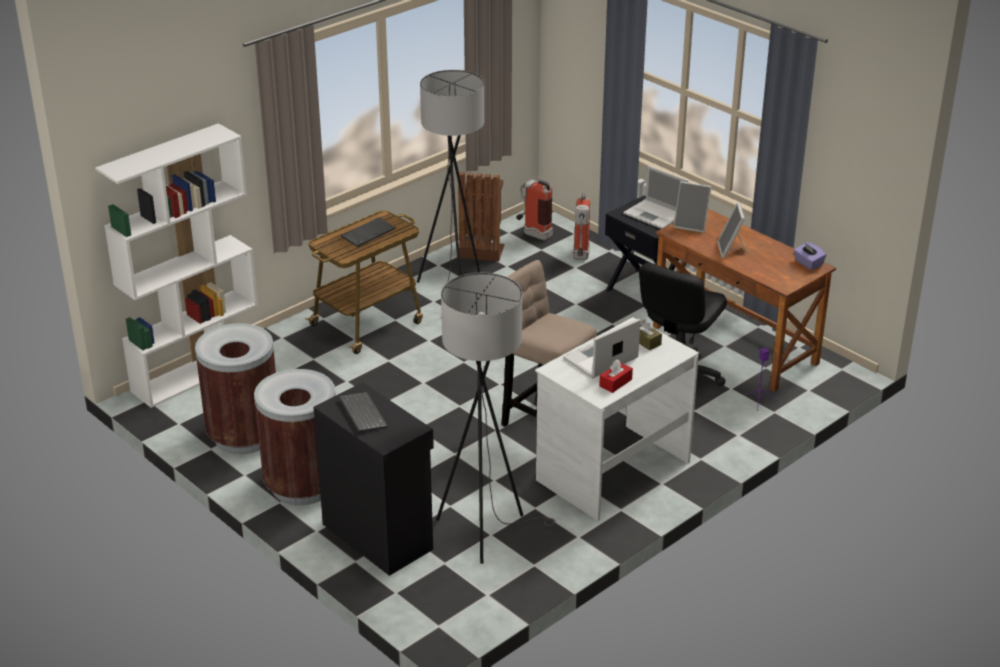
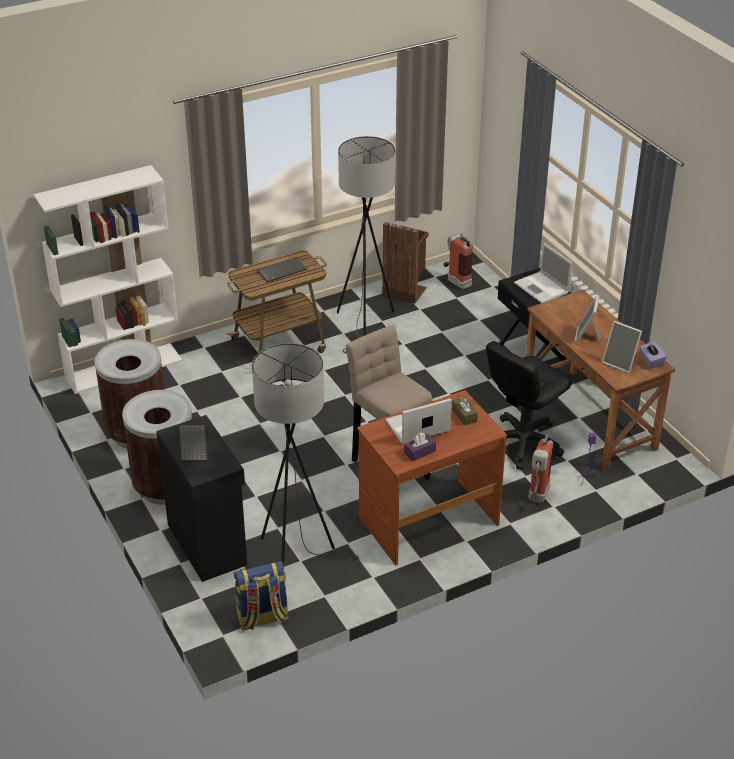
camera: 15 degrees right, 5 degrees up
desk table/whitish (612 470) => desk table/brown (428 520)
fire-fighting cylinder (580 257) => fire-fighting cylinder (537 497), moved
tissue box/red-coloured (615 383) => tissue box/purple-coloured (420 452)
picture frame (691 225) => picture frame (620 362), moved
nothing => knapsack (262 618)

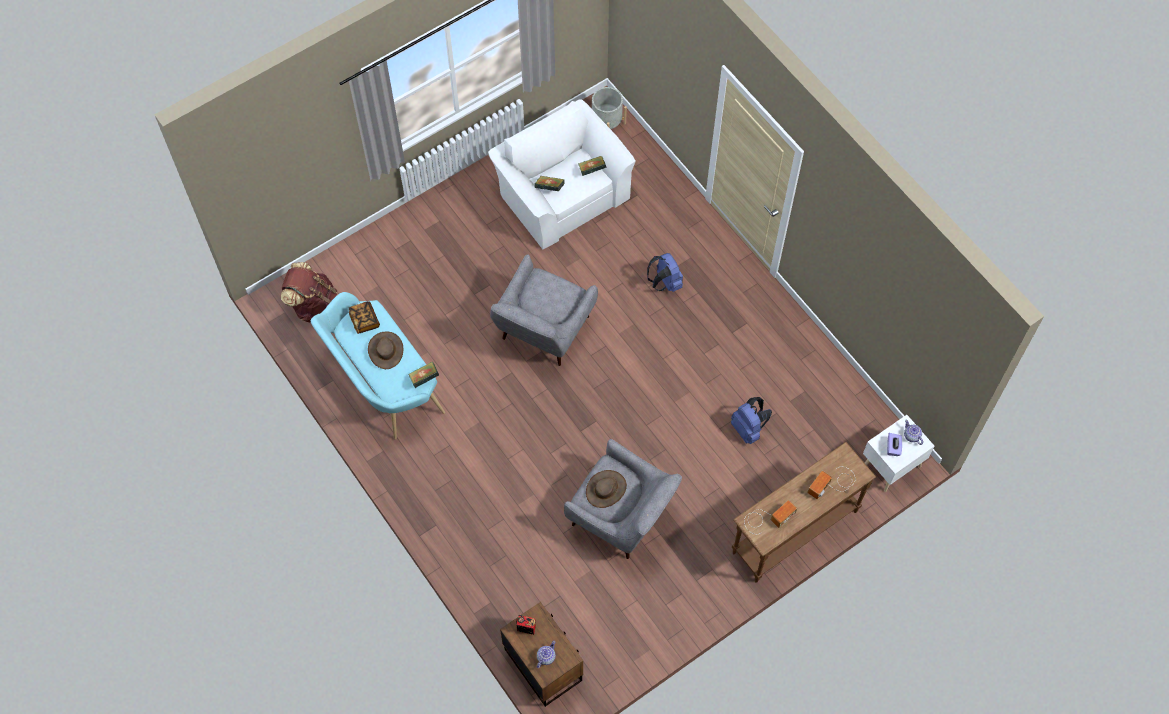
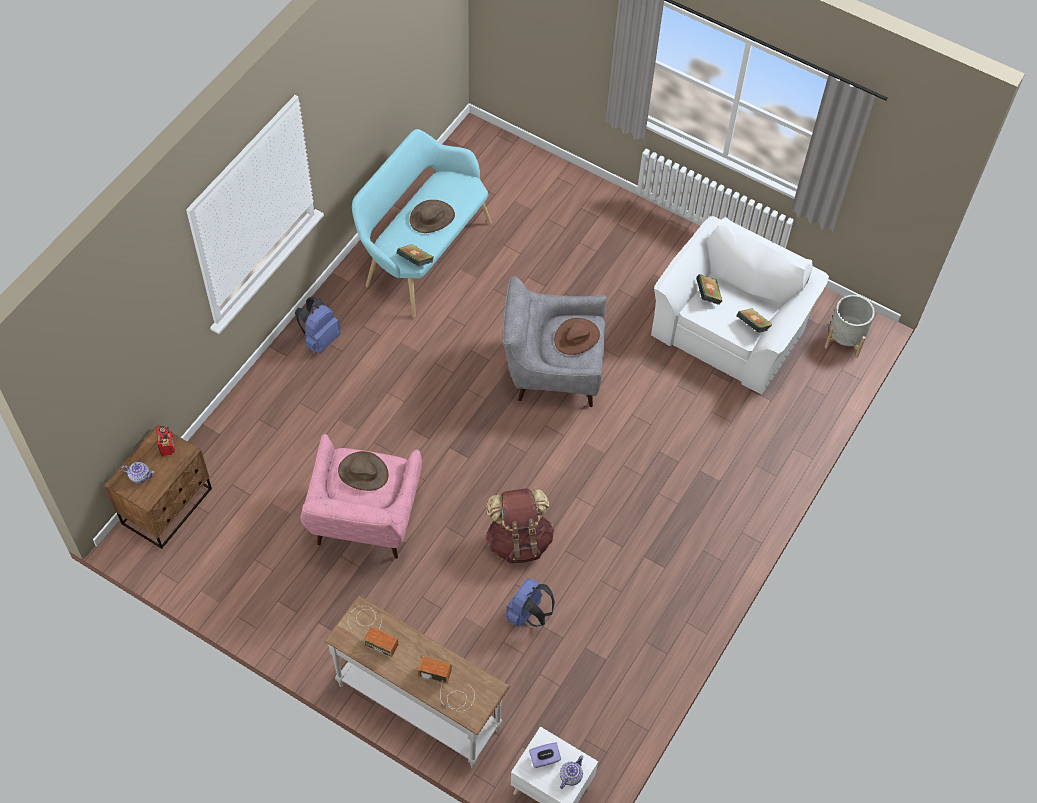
camera: 65 degrees right, 5 degrees down
knapsack/brown (313 304) => knapsack/brown (519 540), moved
bound book (364 321) => nothing
easy chair/grey (622 518) => easy chair/pinkish (363 523)
knapsack/blue-coloured (665 283) => knapsack/blue-coloured (320 339), moved
narrow table/brown (794 531) => narrow table/whitish (419 705)
nothing => clothing hat/brown (577 337)

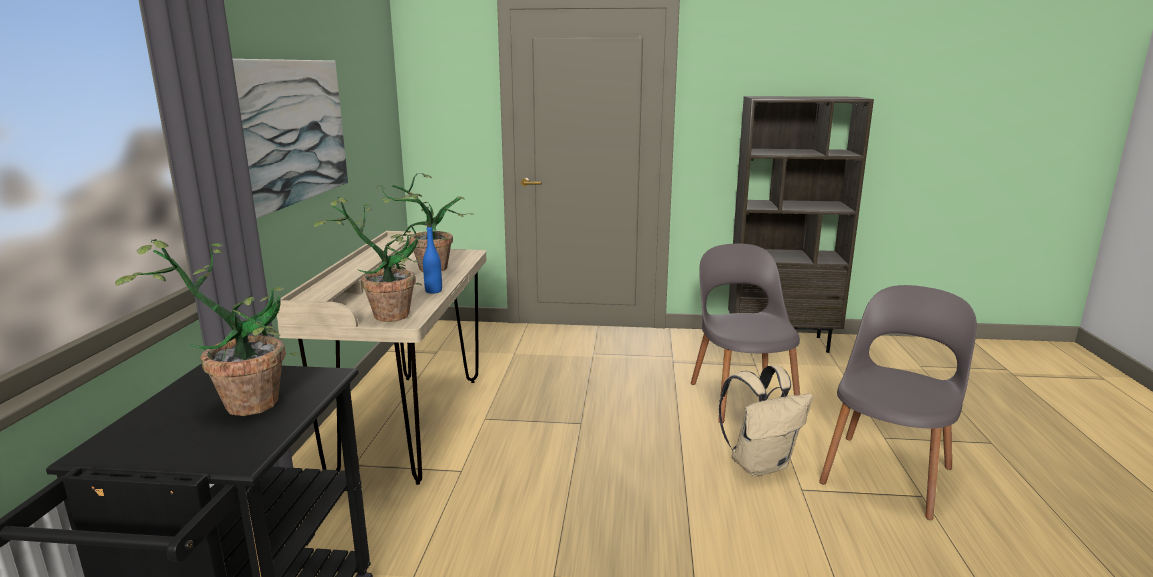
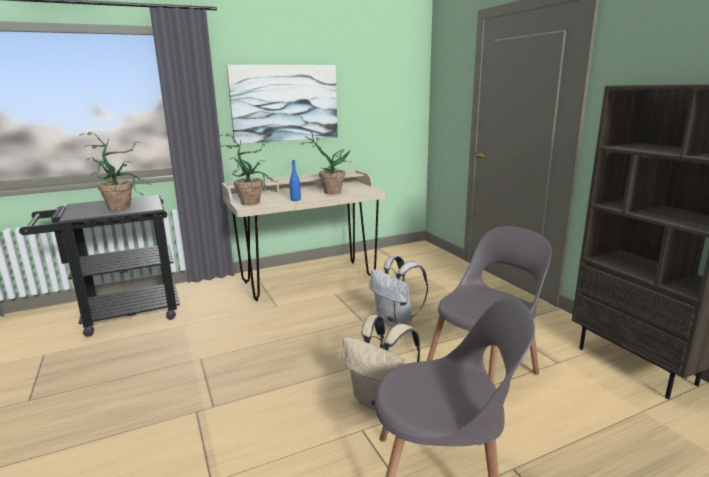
camera: 60 degrees right, 0 degrees up
nothing => knapsack/whitish (396 321)

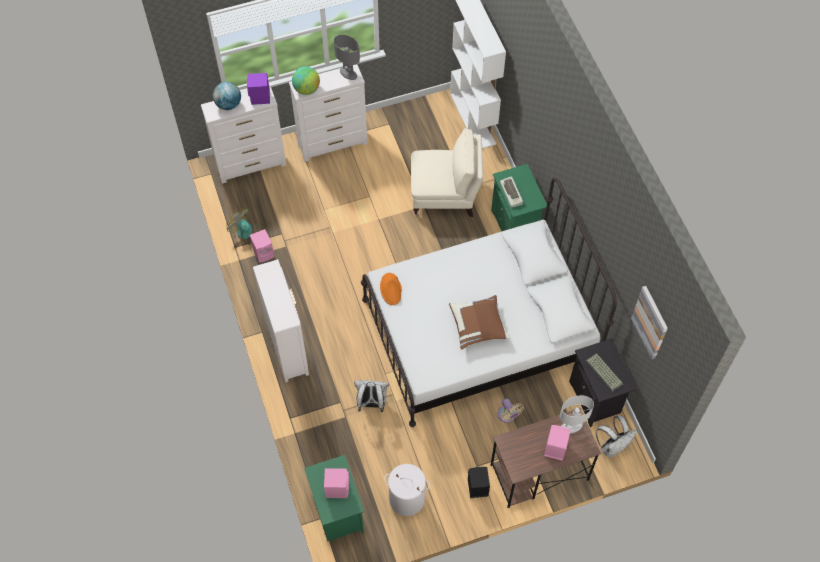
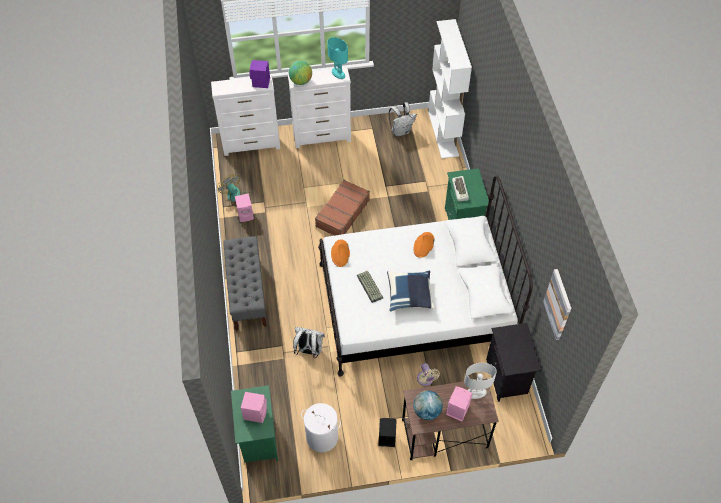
camera: 10 degrees right, 5 degrees down
globe (228 104) => globe (427 411), moved
chest of drawers/whitish (286 346) => indoor bench/grey (247 292)
lamp for a table/grey (348 73) => lamp for a table/blue-green (338 74)
easy chair/beige-coloured (445 196) => nothing
throw pillow/brown (478 326) => throw pillow/blue-coloured (410 295)
keyboard (605 372) => keyboard (370 286), moved
knapsack/whitish (612 446) => knapsack/whitish (401 131), moved
nothing => travel case/brown (342 213)
nothing => clothing hat/orangey (423 245)

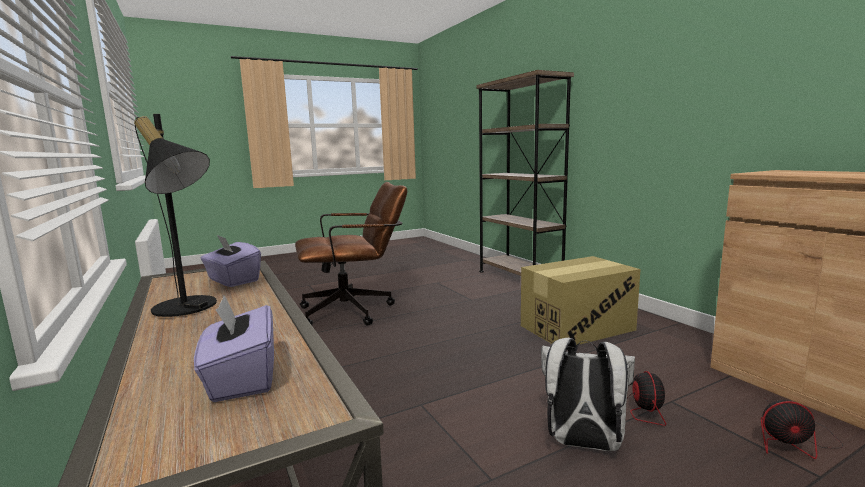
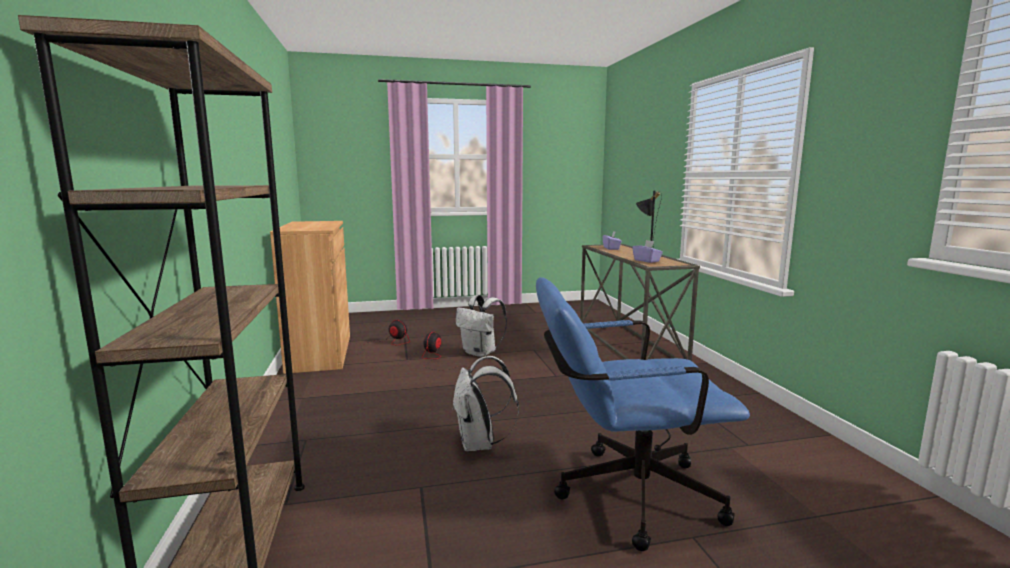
camera: 165 degrees left, 0 degrees up
desk chair/brown (355 311) => desk chair/blue-coloured (623 494)
carton (577 328) => nothing
nothing => knapsack/whitish (480 444)

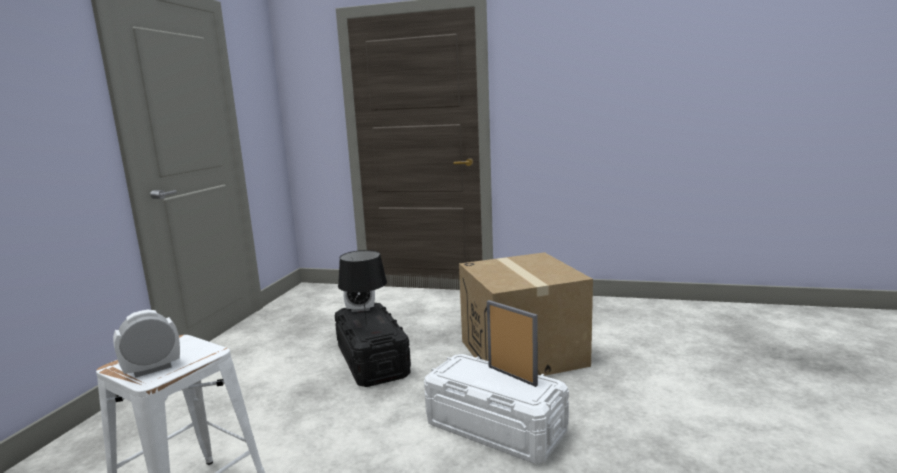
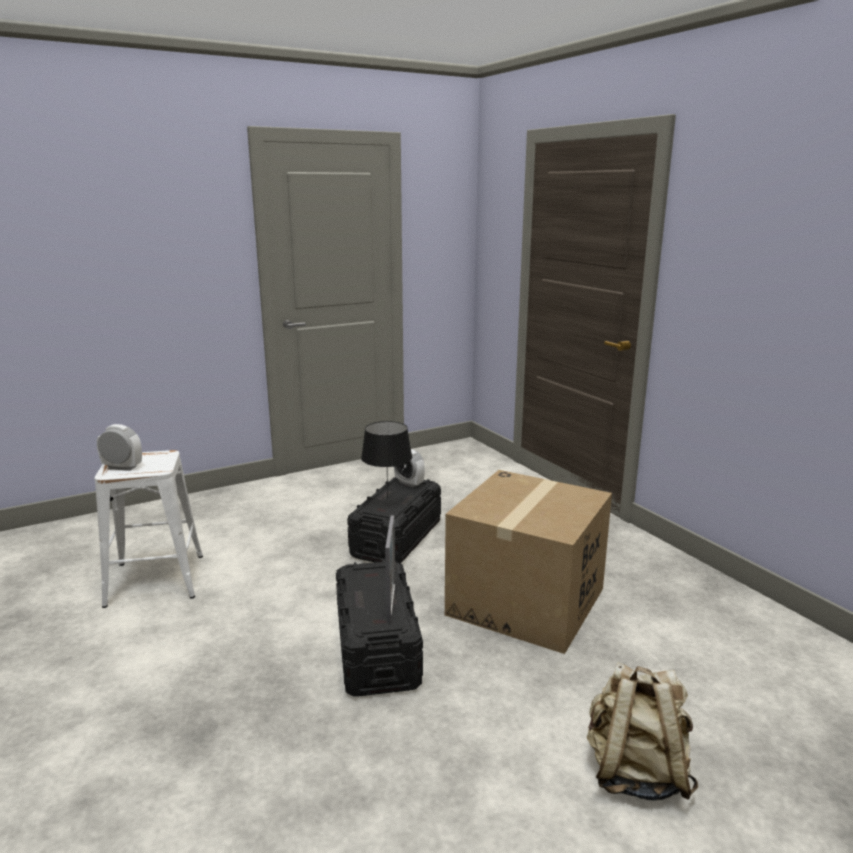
camera: 45 degrees right, 5 degrees up
storage container/whitish (495 428) => storage container/black (377 648)
nothing => knapsack/beige-coloured (635 772)

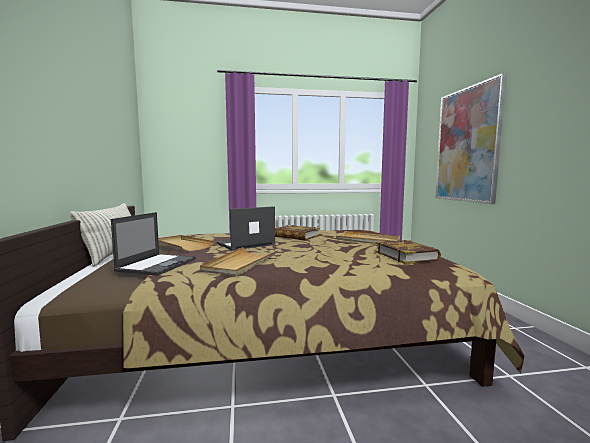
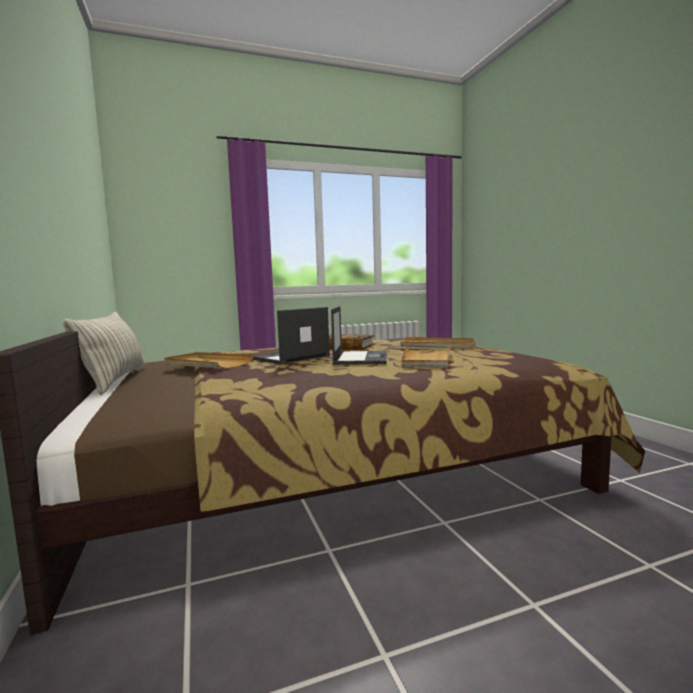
camera: 10 degrees left, 0 degrees up
portable computer (158 264) => portable computer (361 358), moved
serving tray/beige-coloured (240 264) => serving tray/beige-coloured (426 360), moved
bound book (406 256) => nothing
wall picture (466 145) => nothing

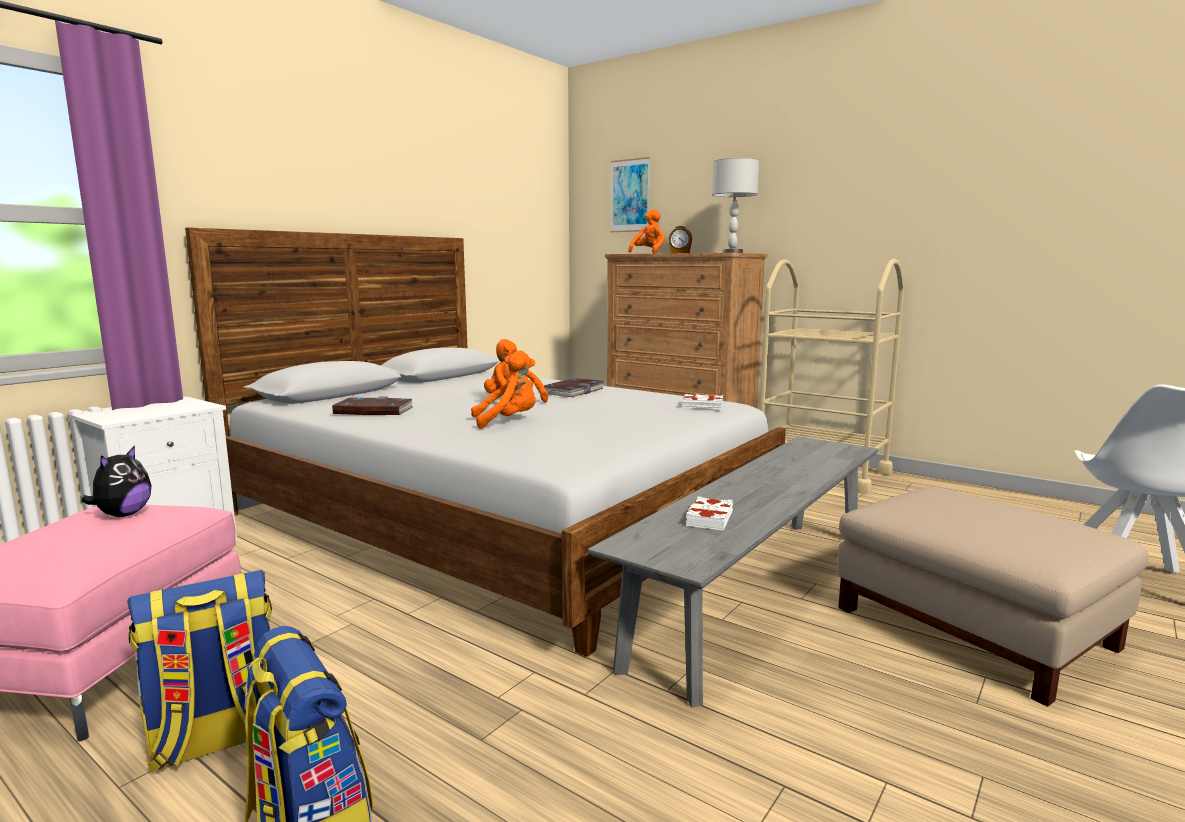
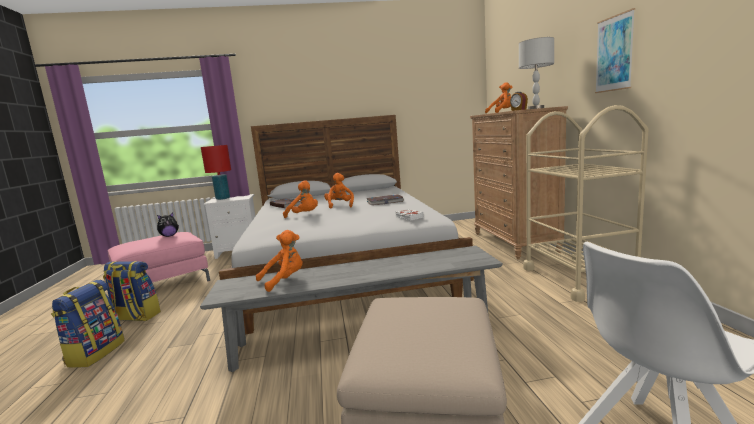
camera: 45 degrees right, 0 degrees up
wall picture (630 195) => wall picture (614 53), moved
bound book/whitish (708 519) => cuddly toy/orangey (284 280)
nothing => lamp for a table/red-coloured (222 198)

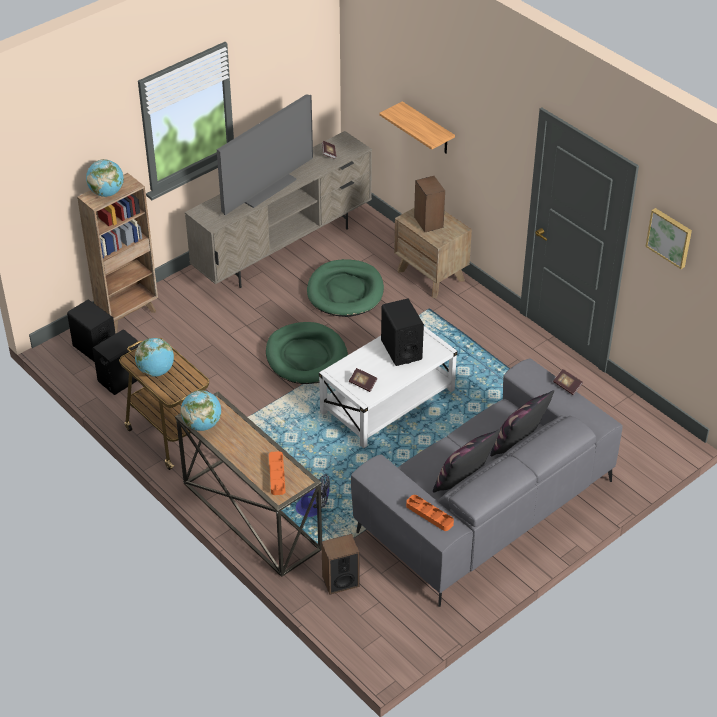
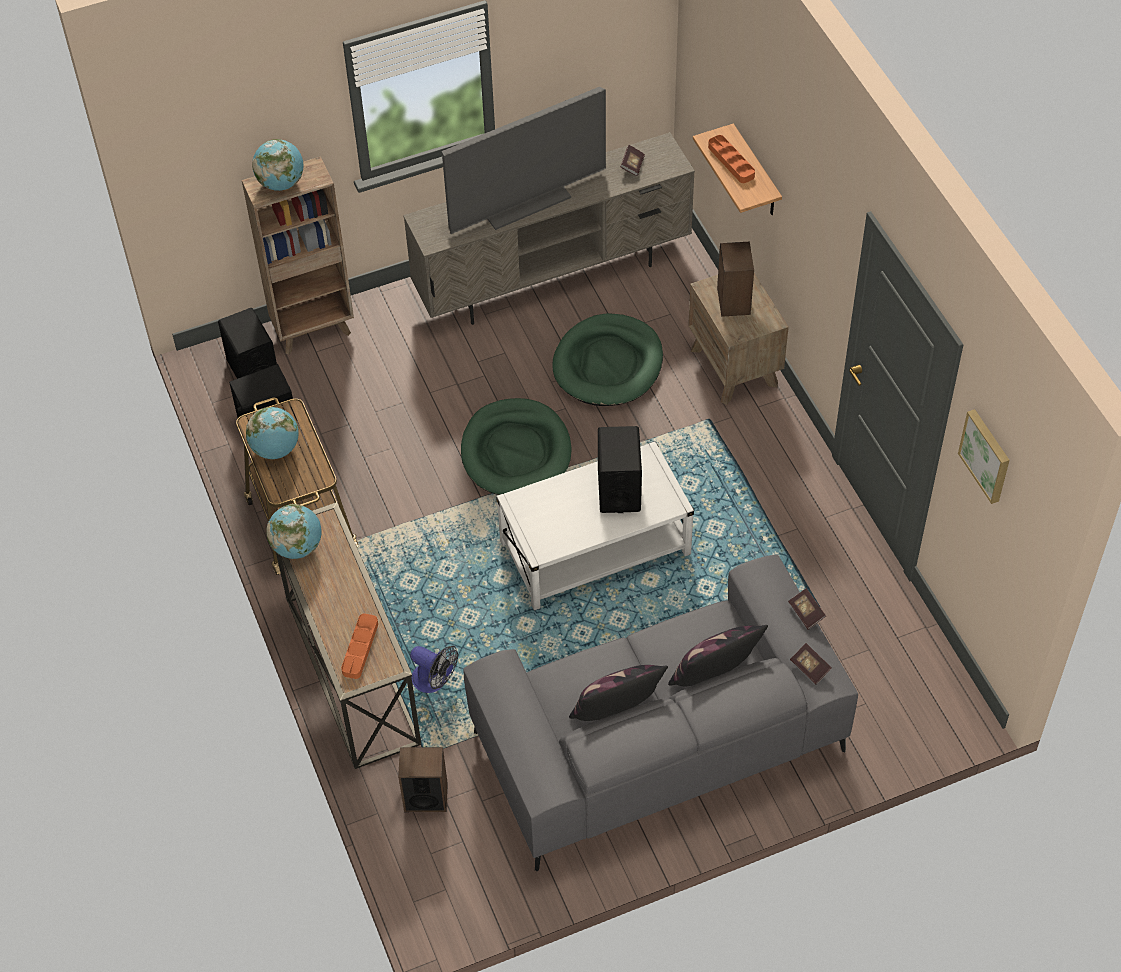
camera: 20 degrees right, 10 degrees up
bound book (363 384) => bound book (810 668), moved
serving tray/orangey (429 515) => serving tray/orangey (731 161), moved

